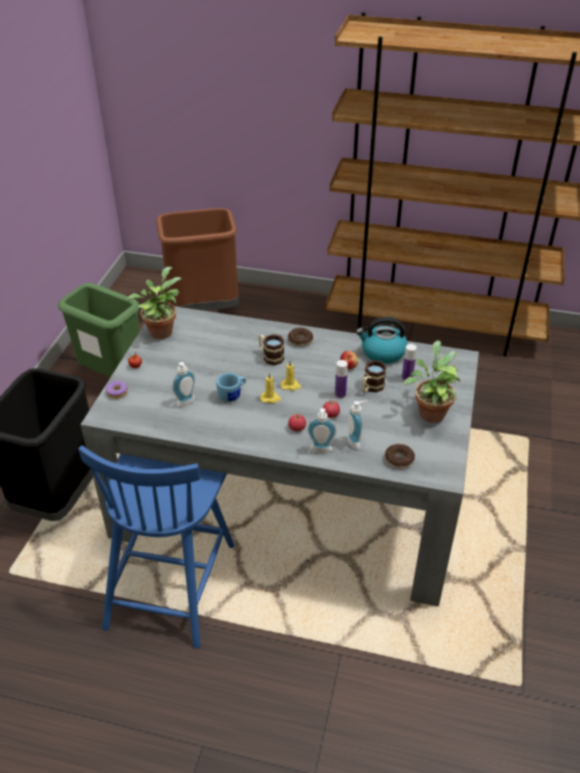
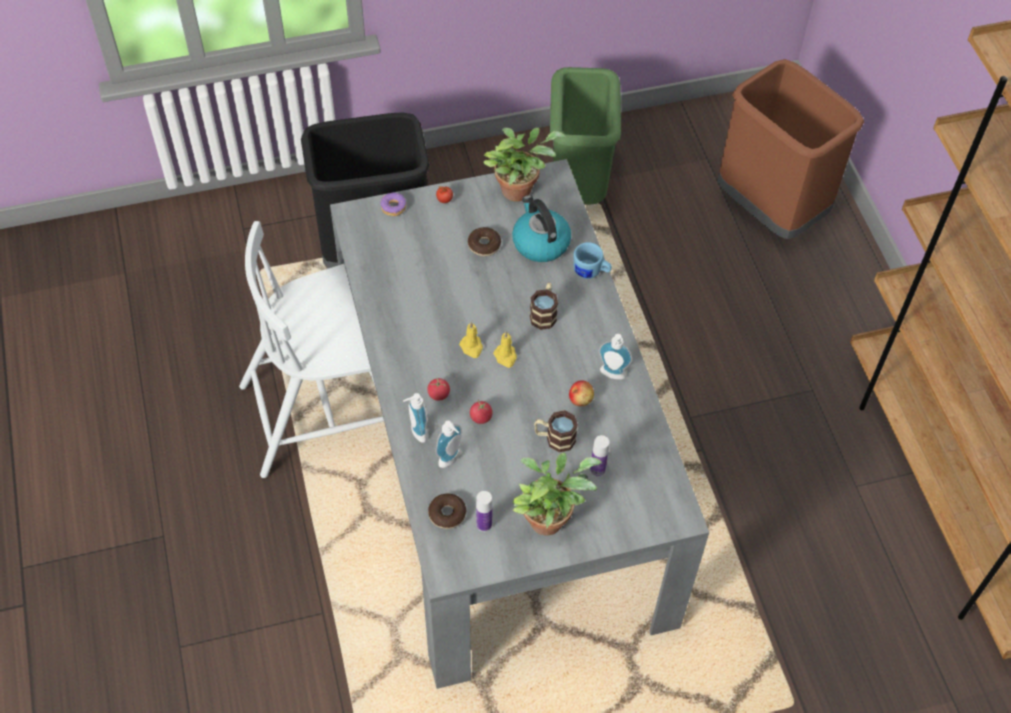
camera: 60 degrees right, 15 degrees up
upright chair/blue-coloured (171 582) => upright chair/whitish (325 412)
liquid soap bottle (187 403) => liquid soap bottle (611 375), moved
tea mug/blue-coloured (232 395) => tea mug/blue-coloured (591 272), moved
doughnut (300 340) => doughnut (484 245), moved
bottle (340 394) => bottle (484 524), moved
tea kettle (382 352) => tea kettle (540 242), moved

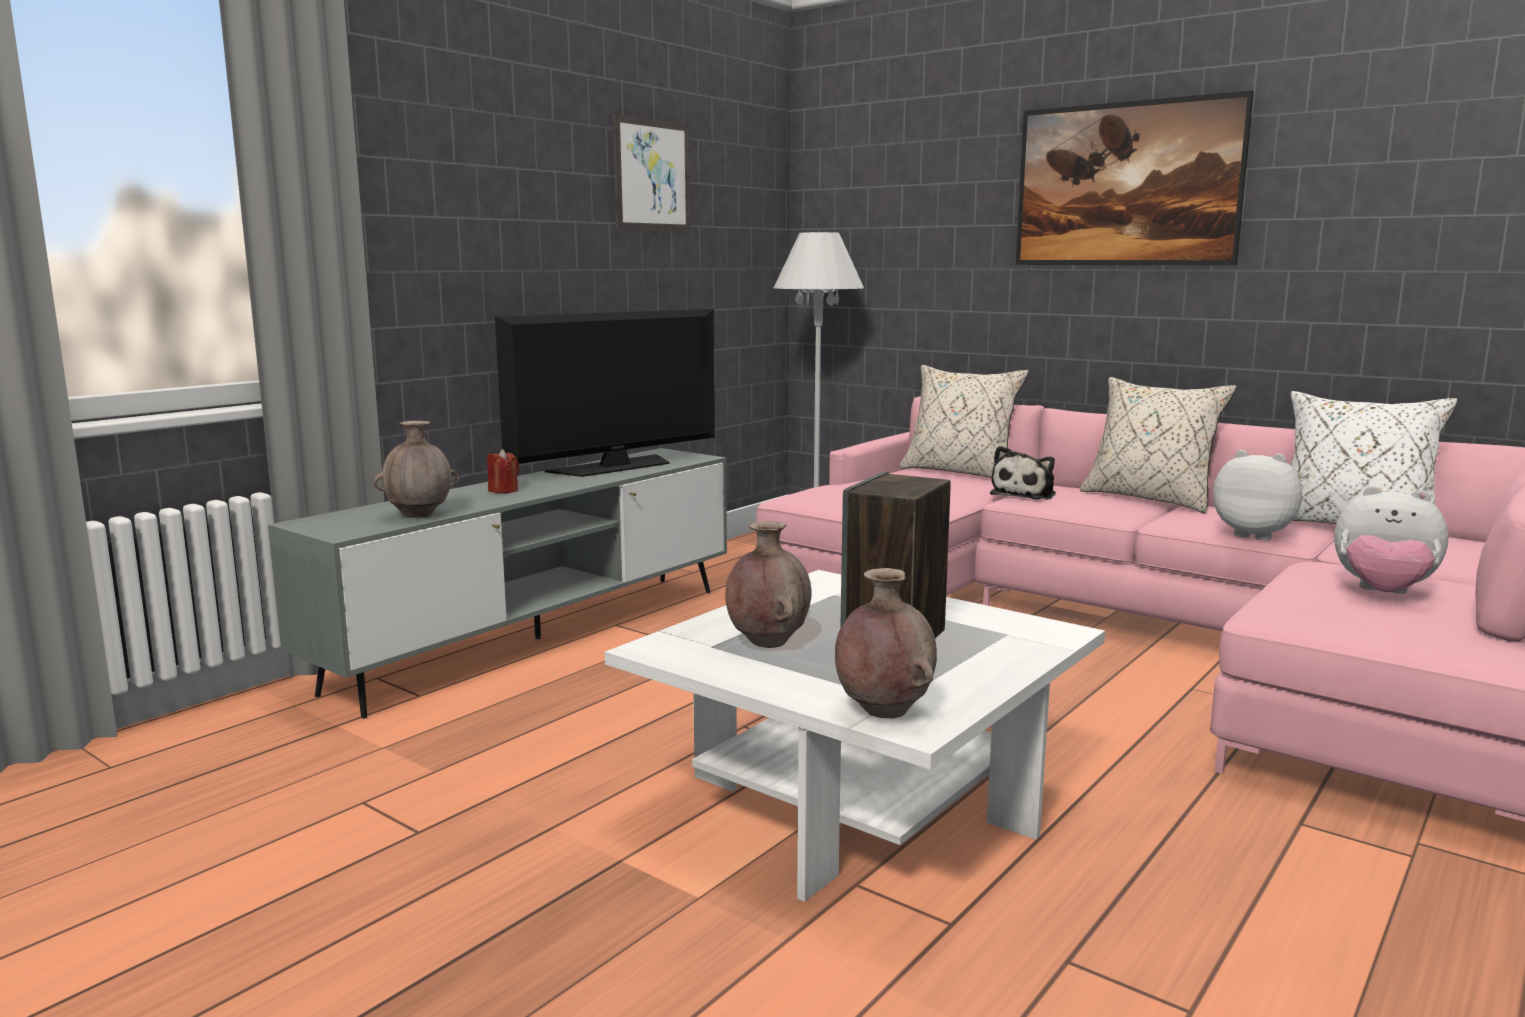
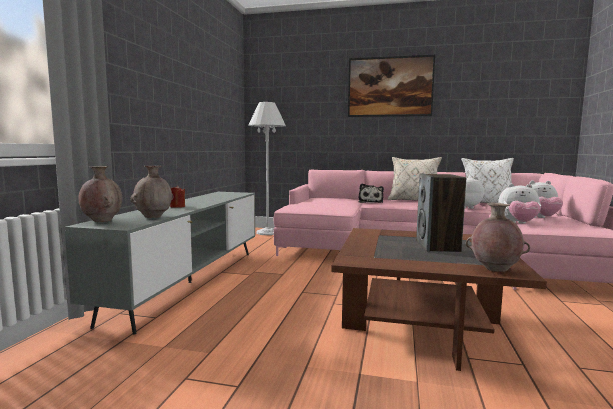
camera: 25 degrees left, 5 degrees down
TV (615 467) => nothing
coffee table/whitish (858 805) => coffee table/brown (421 325)
wall picture (652 175) => nothing
decorative vase/brown (767 643) => decorative vase/brown (102 221), moved
throw pillow/beige-coloured (960 472) => nothing
nothing => cuddly toy (518 224)

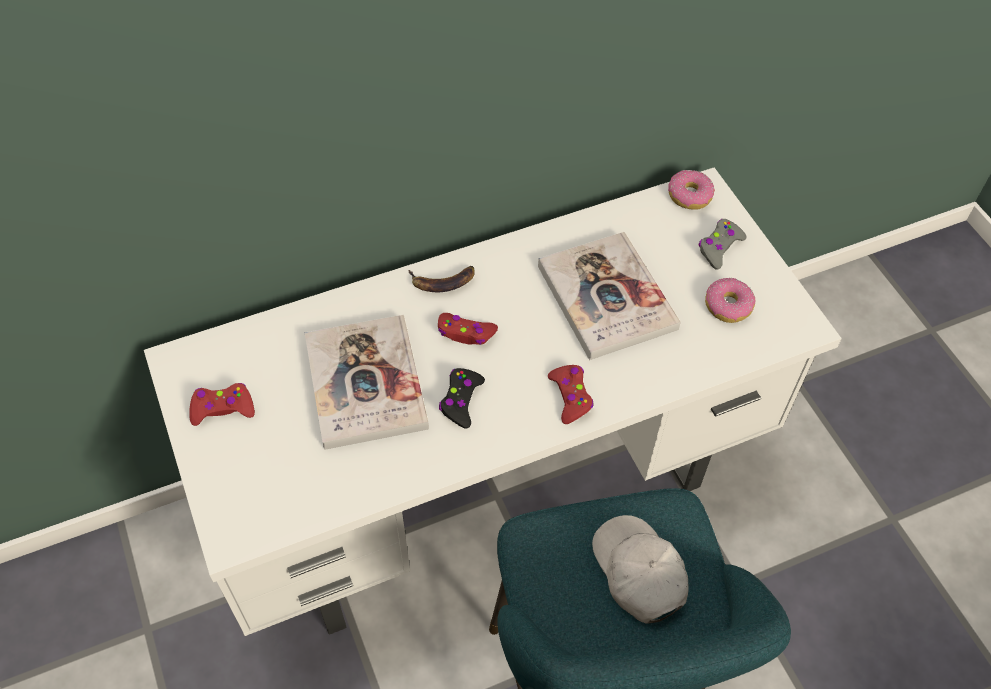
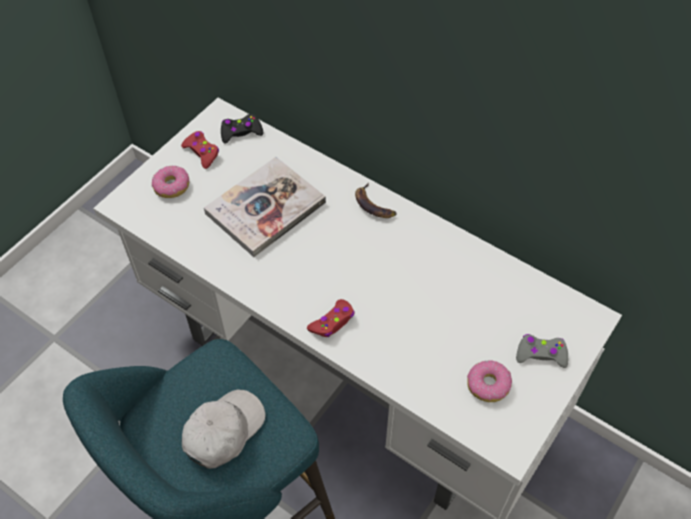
camera: 60 degrees right, 0 degrees up
gamepad/red-coloured (466 333) => nothing
gamepad/black (461 401) => gamepad/black (241 132), moved
bound book (606 297) => nothing
doughnut (689 195) => doughnut (172 186), moved

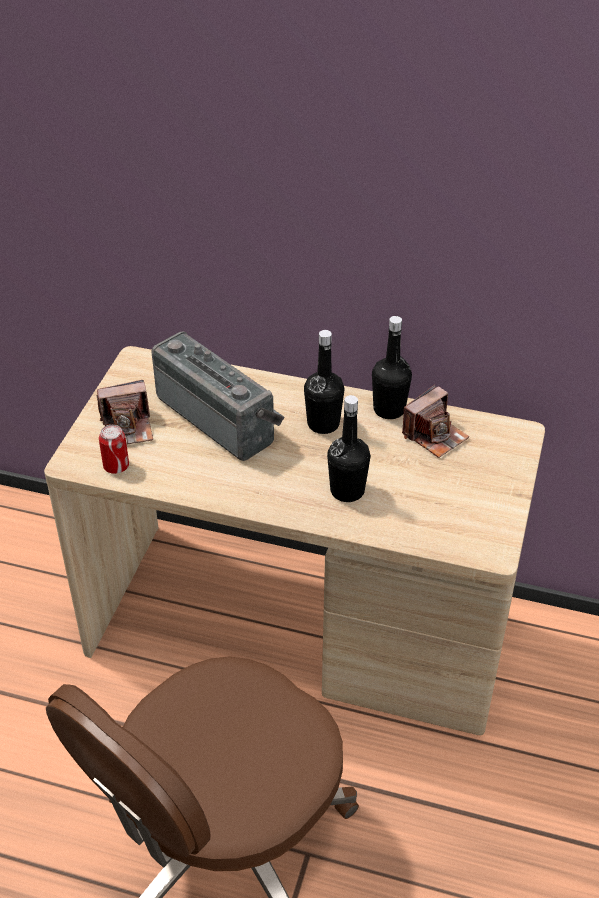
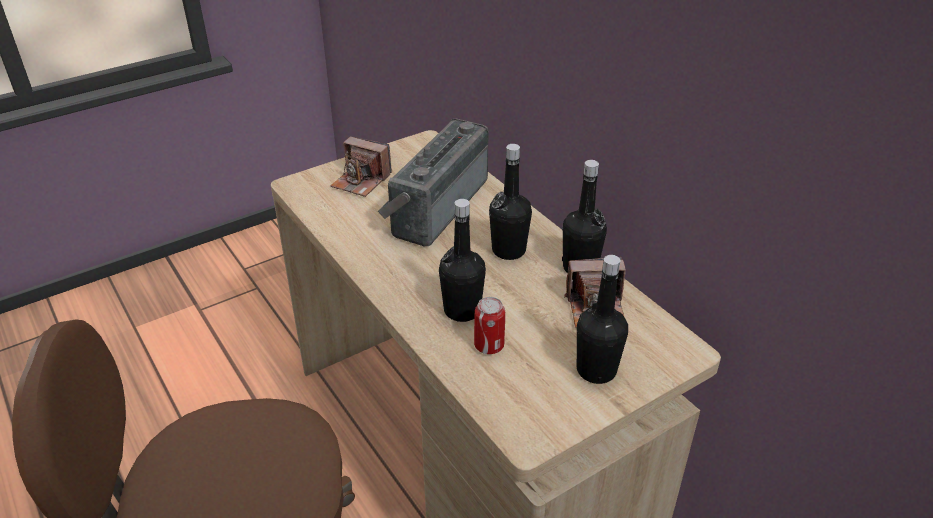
camera: 40 degrees right, 5 degrees down
can (116 466) => can (489 346), moved
radio (220 417) => radio (435 206), 150 degrees counterclockwise
nothing => bottle/black (596 370)

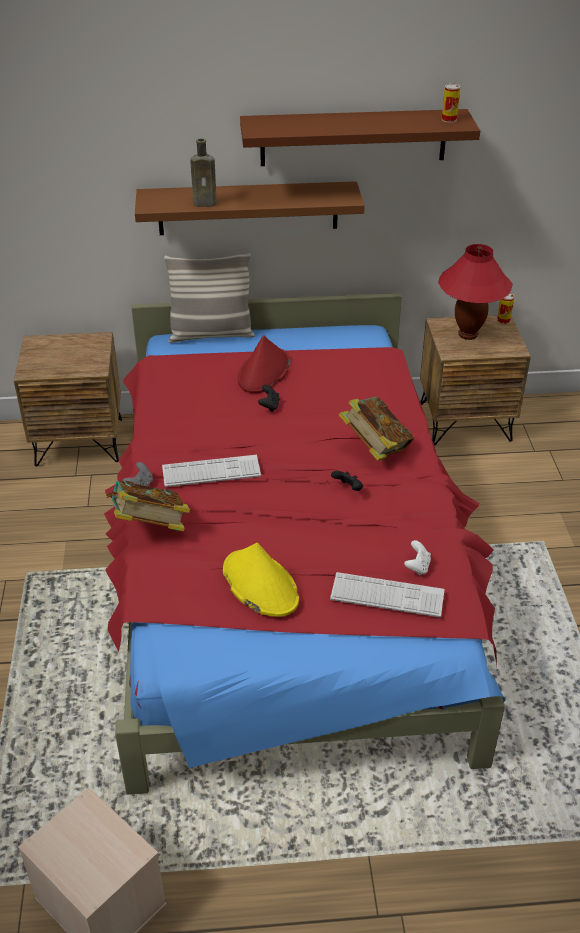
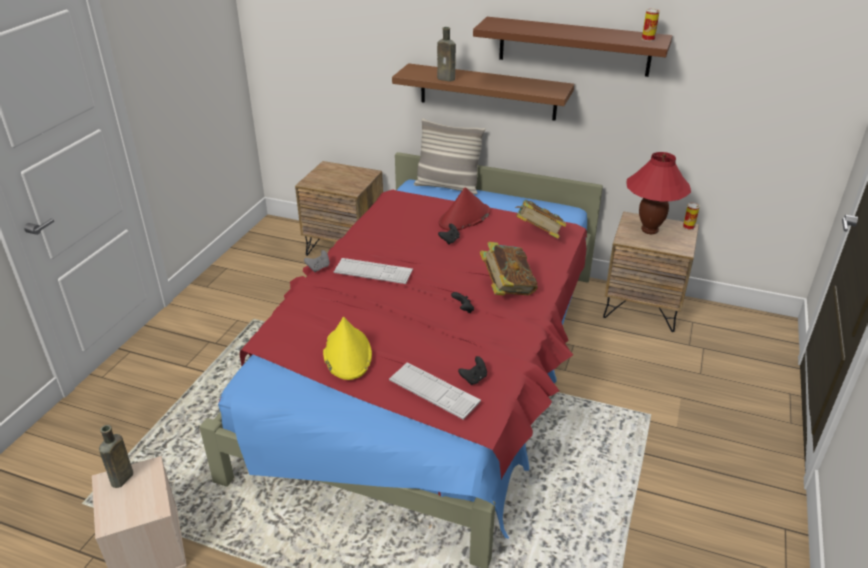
camera: 25 degrees right, 5 degrees down
bound book (150 527) => bound book (538 235), moved
gamepad/whitish (417 567) => gamepad/black (474 378)
nothing => bottle/brown (121 479)

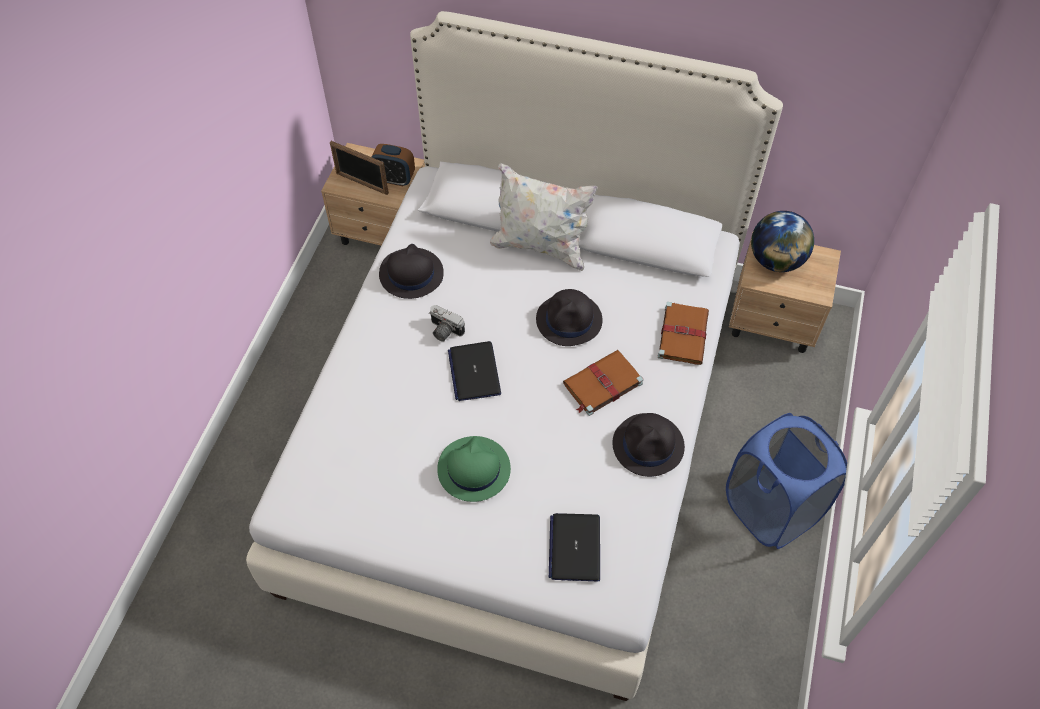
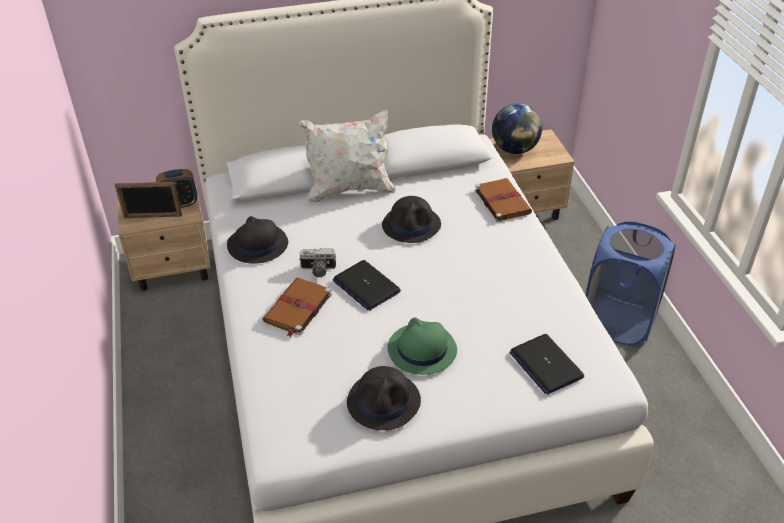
camera: 30 degrees left, 15 degrees down
bound book/brown (601 384) => bound book/brown (297 309), moved
clothing hat/black (648 445) => clothing hat/black (384 401), moved

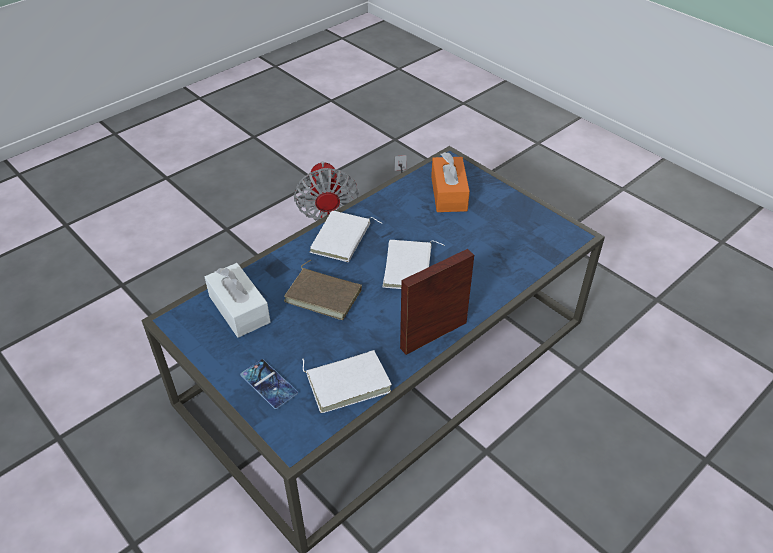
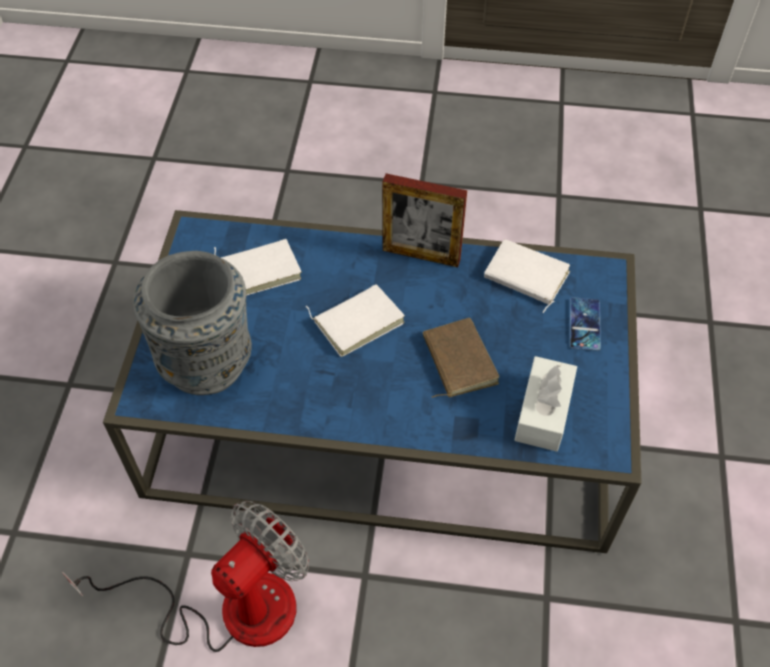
camera: 130 degrees left, 10 degrees up
bound book/whitish (342 240) => bound book/whitish (259 269), moved
tissue box/orangey (449 194) => decorative vase/grey (208 362)

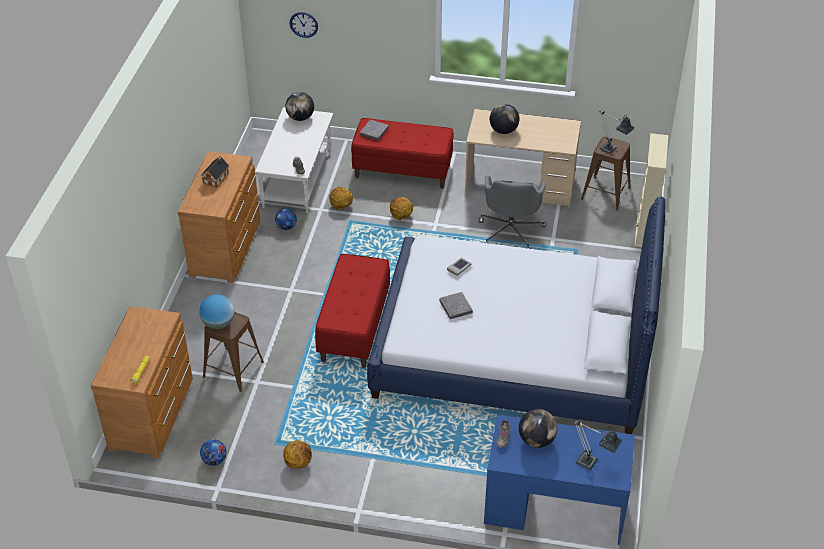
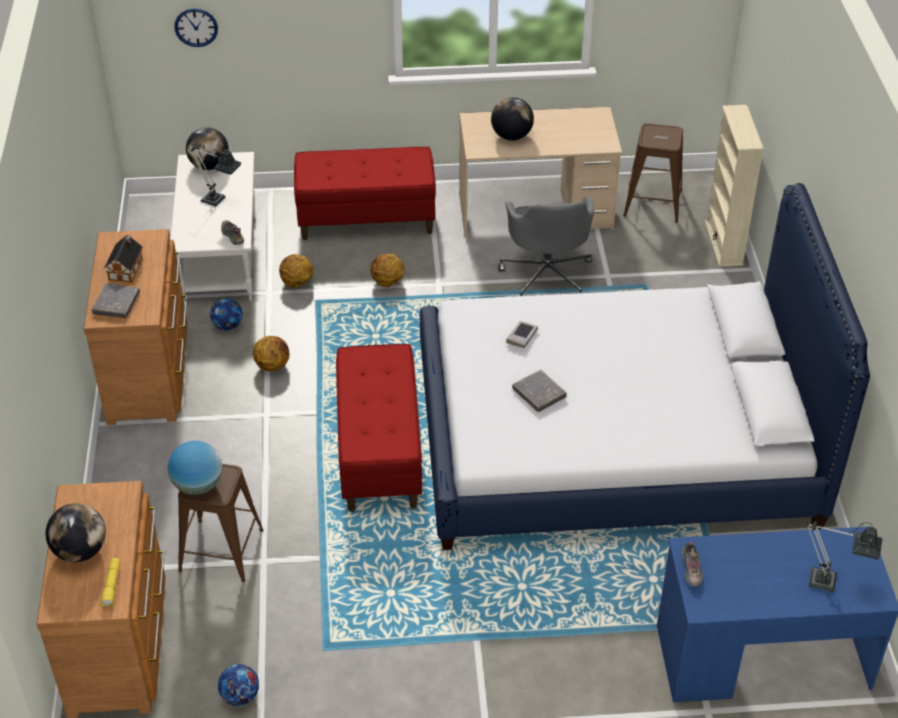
camera: 15 degrees left, 0 degrees up
basketball ball (298 462) => basketball ball (273 365), moved
bound book/grey (374 132) => bound book/grey (116 303), moved
globe (536 440) => globe (81 551), moved
lamp for a table (611 150) => lamp for a table (218 201), moved

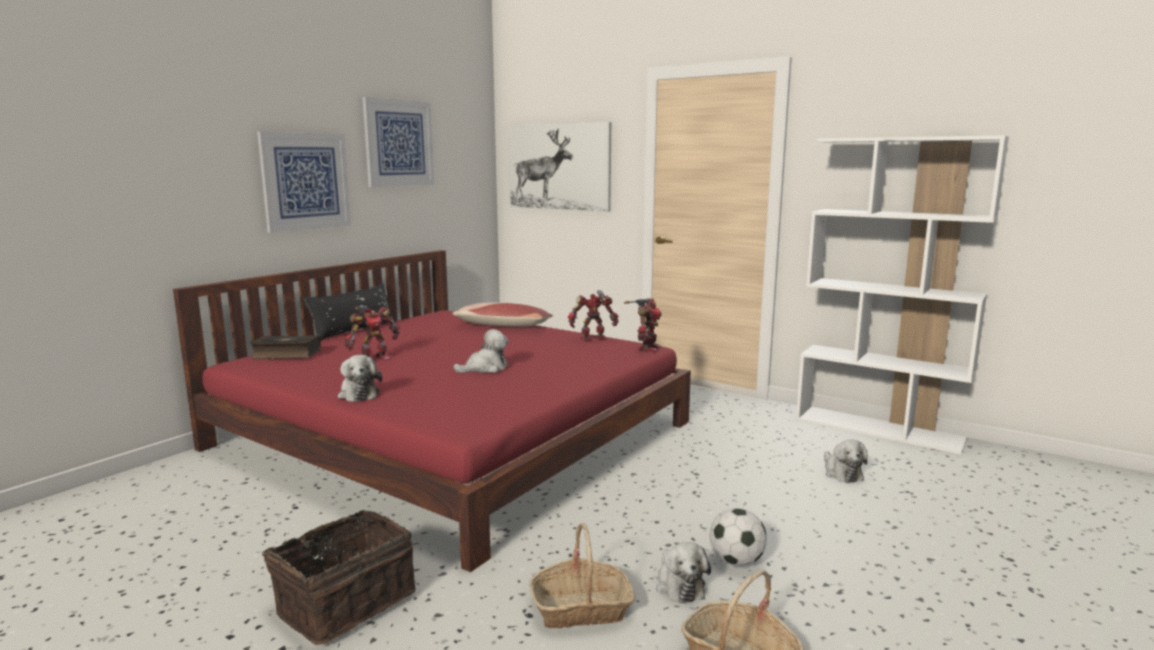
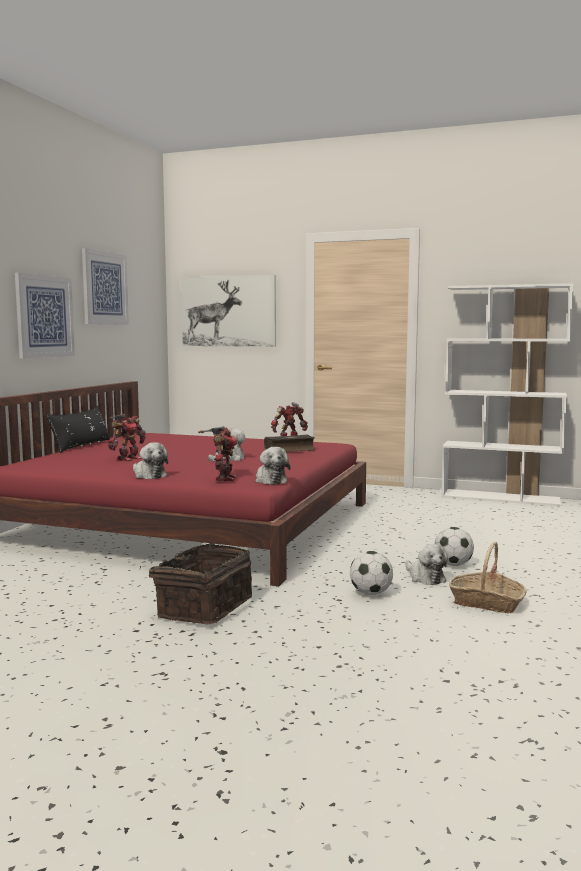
camera: 15 degrees left, 5 degrees down
bound book (286 355) => bound book (289 450), moved
throw pillow (503 326) => nothing
household basket (581 608) => football ball (371 593)
robot figure (647 348) => robot figure (223 478), moved
cuddly toy (842 473) => cuddly toy (270 480), moved

